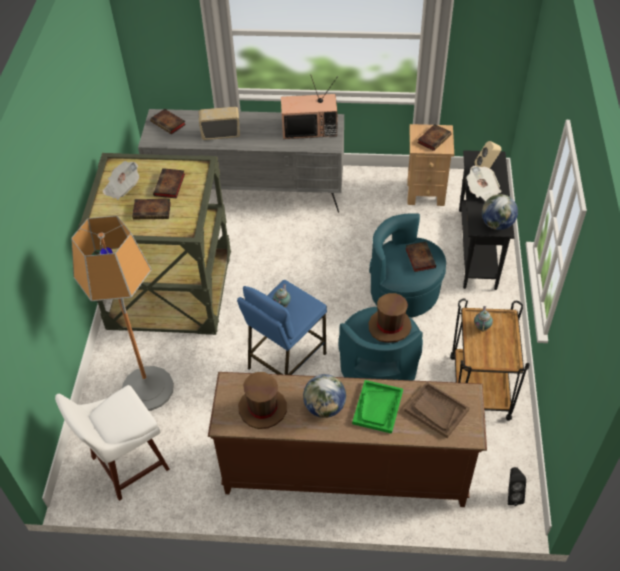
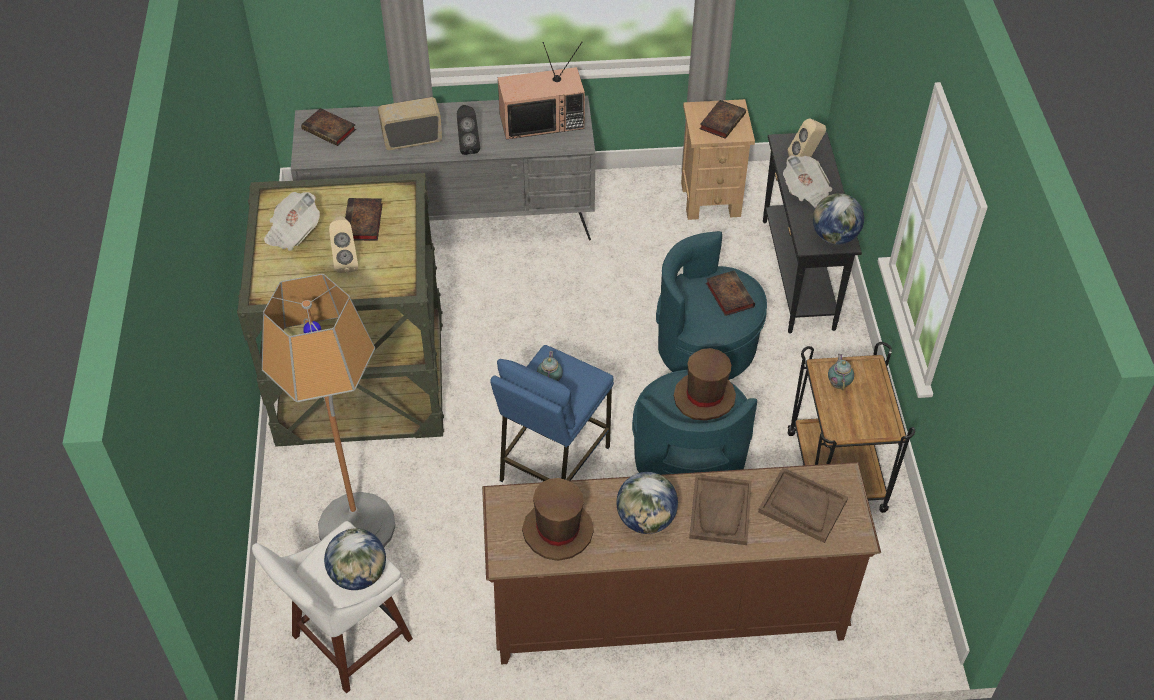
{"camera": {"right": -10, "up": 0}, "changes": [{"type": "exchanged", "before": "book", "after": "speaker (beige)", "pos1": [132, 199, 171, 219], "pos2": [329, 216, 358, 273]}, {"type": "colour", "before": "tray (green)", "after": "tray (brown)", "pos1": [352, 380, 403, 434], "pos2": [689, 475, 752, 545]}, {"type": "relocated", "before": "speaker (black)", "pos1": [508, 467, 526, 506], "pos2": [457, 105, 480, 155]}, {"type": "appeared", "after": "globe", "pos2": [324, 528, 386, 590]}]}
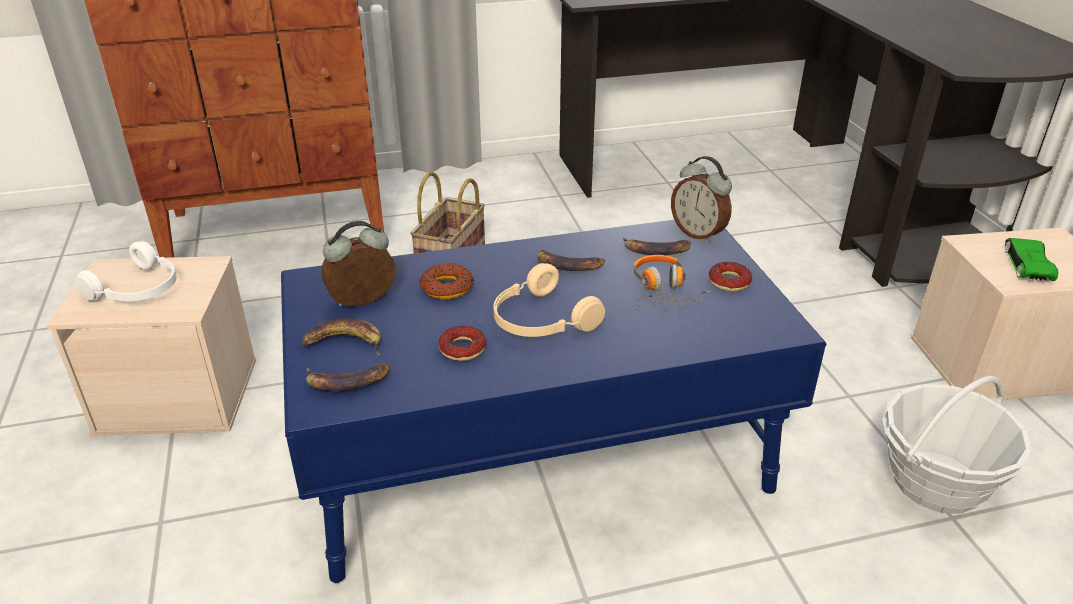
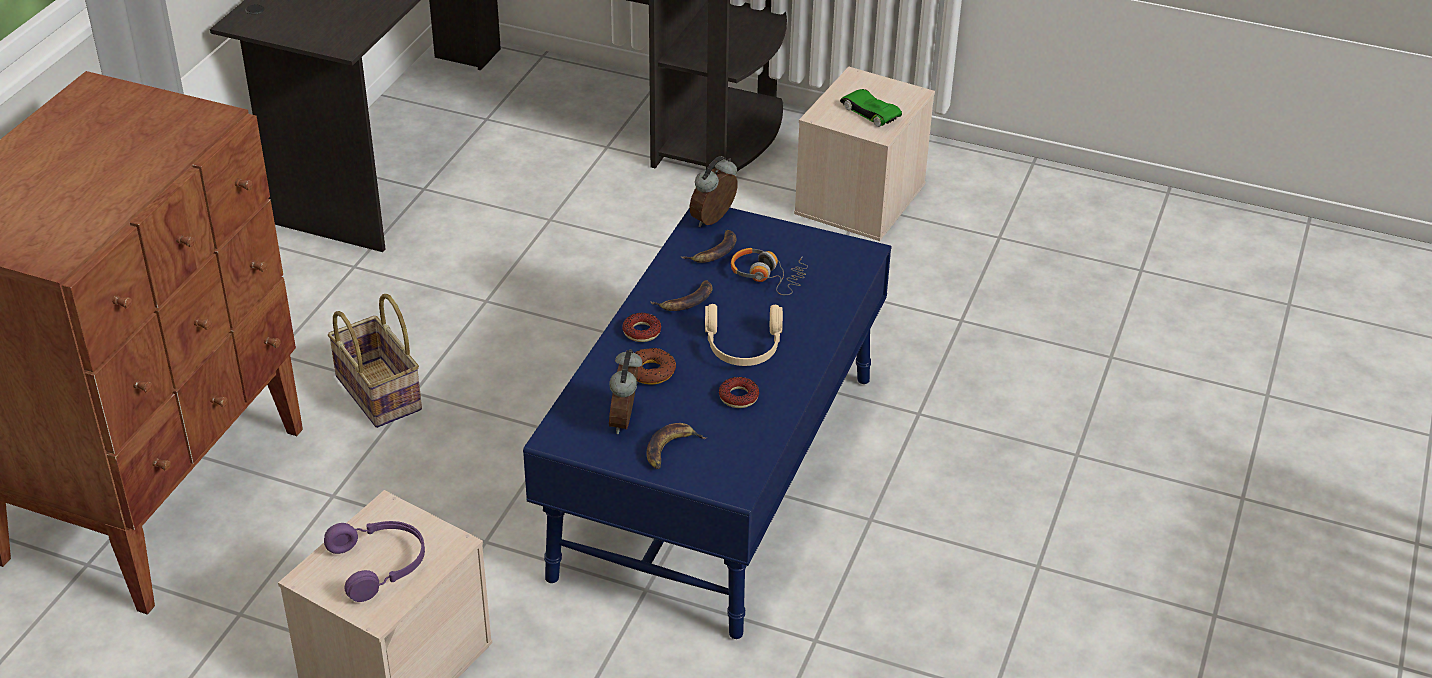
{"camera": {"right": -55, "up": 5}, "changes": [{"type": "colour", "before": "headphones (white)", "after": "headphones (purple)", "pos1": [74, 241, 177, 301], "pos2": [324, 521, 425, 602]}, {"type": "missing", "before": "banana", "pos1": [306, 363, 390, 391]}, {"type": "spun", "before": "alarm clock", "pos1": [671, 156, 732, 243], "pos2": [690, 156, 738, 227], "turn": 135}, {"type": "relocated", "before": "donut", "pos1": [709, 262, 752, 292], "pos2": [622, 313, 661, 342]}, {"type": "missing", "before": "basket", "pos1": [883, 376, 1032, 514]}]}
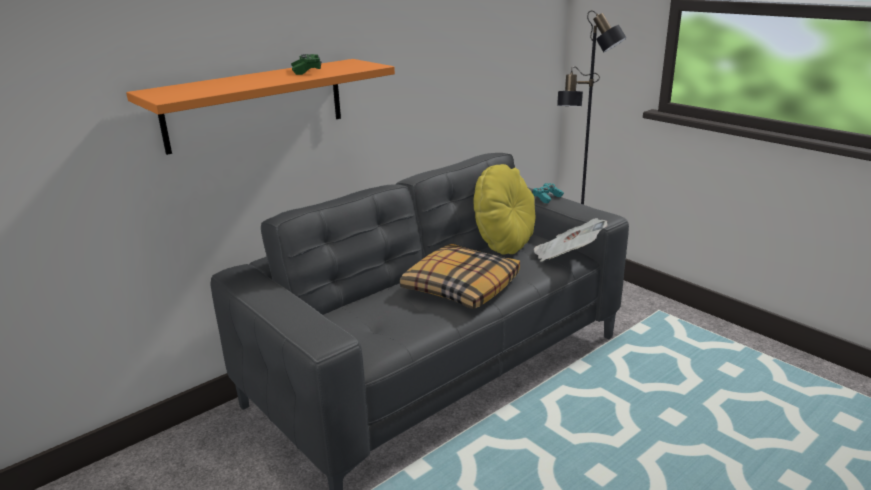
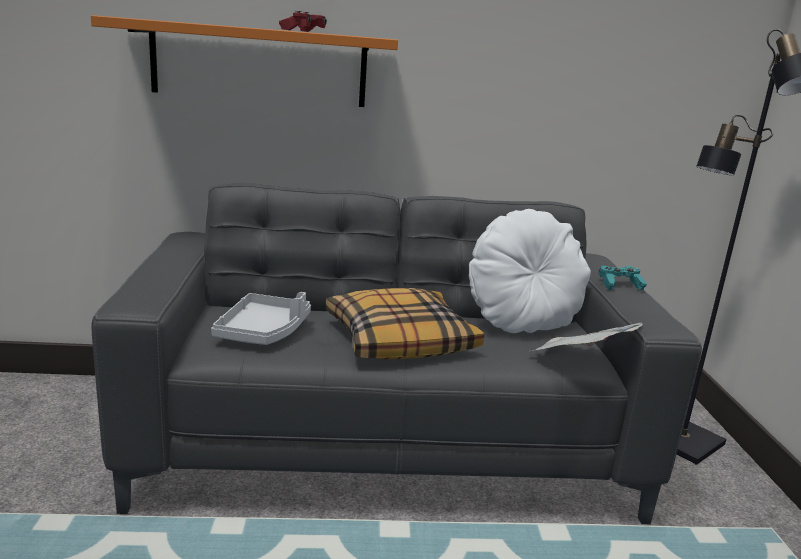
{"camera": {"right": 35, "up": -5}, "changes": [{"type": "colour", "before": "game controller (green)", "after": "game controller (red)", "pos1": [291, 54, 321, 75], "pos2": [279, 11, 327, 32]}, {"type": "colour", "before": "pillow (yellow)", "after": "pillow (white)", "pos1": [474, 164, 535, 255], "pos2": [469, 209, 591, 333]}, {"type": "appeared", "after": "tray (grey)", "pos2": [211, 292, 311, 345]}]}
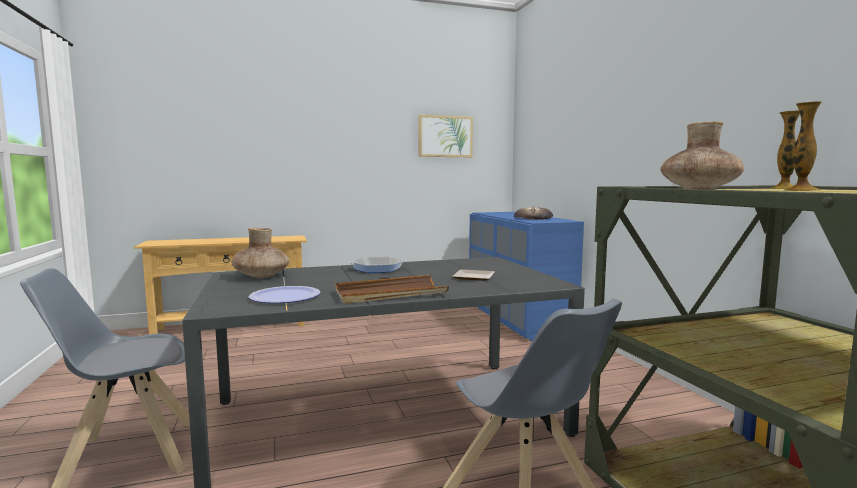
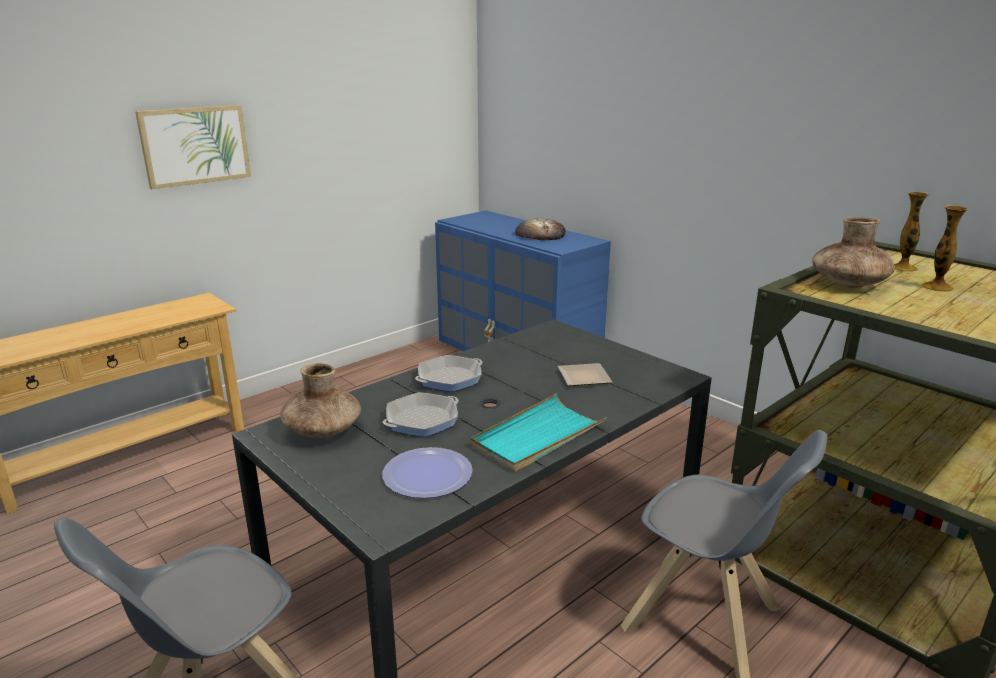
{"camera": {"right": -25, "up": 15}, "changes": [{"type": "colour", "before": "tray (brown)", "after": "tray (turquoise)", "pos1": [335, 275, 449, 304], "pos2": [471, 394, 607, 471]}, {"type": "relocated", "before": "picture", "pos1": [418, 115, 473, 157], "pos2": [135, 105, 251, 189]}, {"type": "appeared", "after": "frying pan", "pos2": [383, 392, 459, 437]}]}
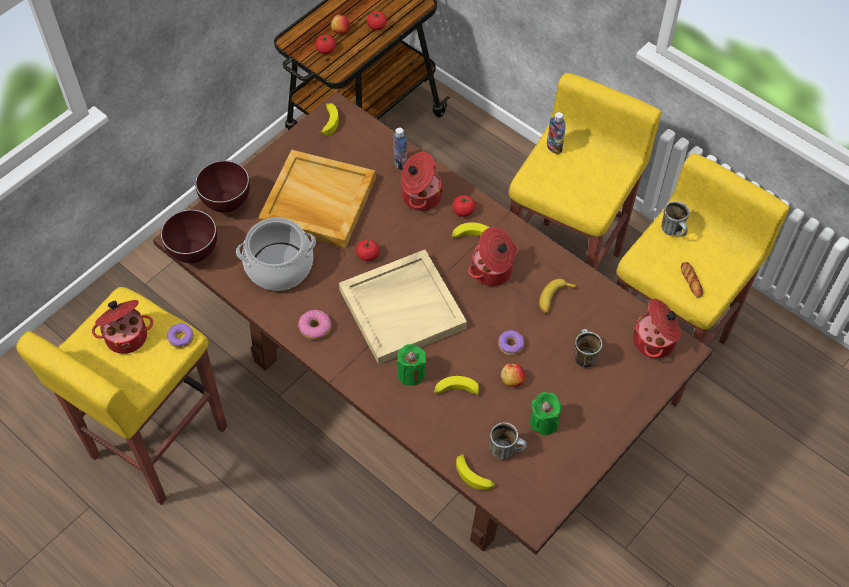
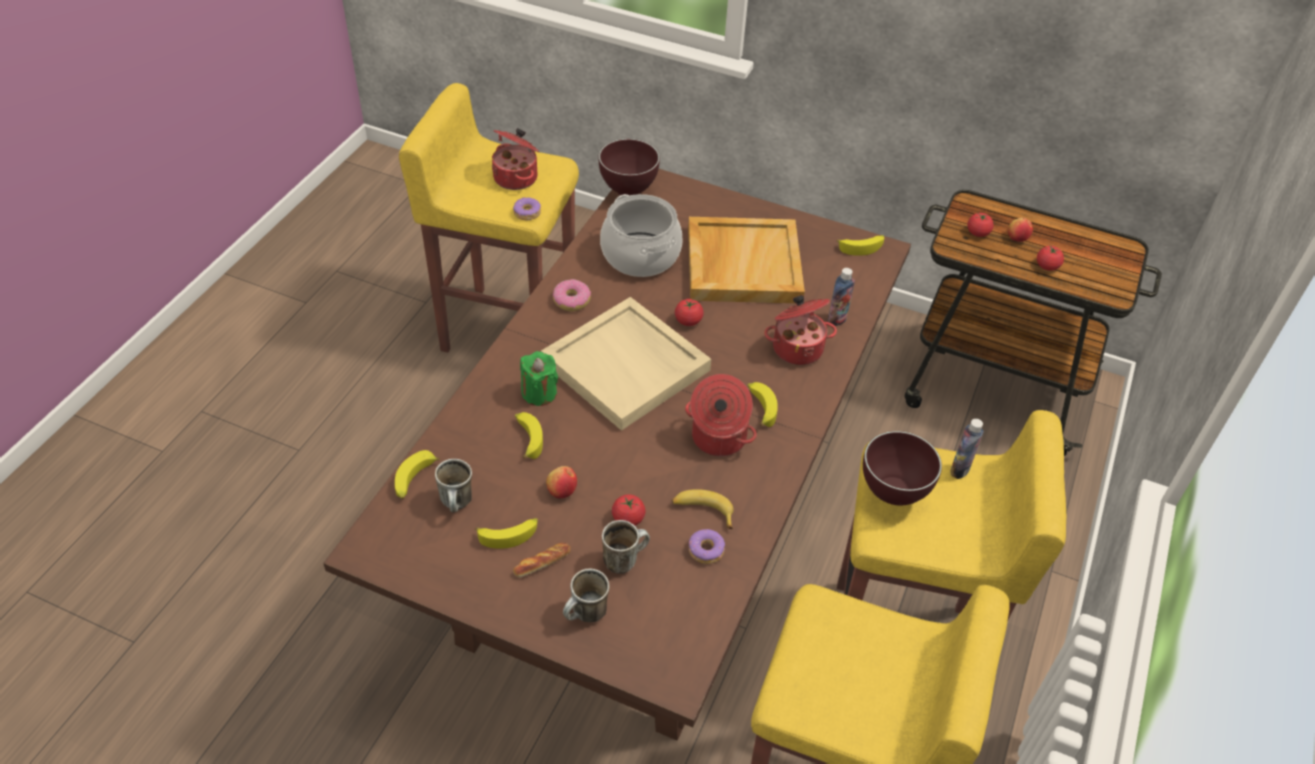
{"camera": {"right": 70, "up": -10}, "changes": [{"type": "relocated", "before": "bowl (brown)", "pos1": [195, 160, 250, 212], "pos2": [863, 431, 942, 506]}, {"type": "relocated", "before": "tomato", "pos1": [452, 195, 475, 217], "pos2": [612, 494, 645, 526]}, {"type": "relocated", "before": "donut", "pos1": [498, 330, 524, 355], "pos2": [689, 529, 725, 564]}, {"type": "exchanged", "before": "candle (green)", "after": "banana", "pos1": [530, 392, 561, 435], "pos2": [475, 518, 538, 549]}, {"type": "missing", "before": "cooking pot", "pos1": [633, 299, 681, 358]}, {"type": "relocated", "before": "mug", "pos1": [661, 201, 690, 237], "pos2": [563, 569, 610, 622]}, {"type": "relocated", "before": "bread", "pos1": [681, 262, 703, 298], "pos2": [513, 543, 571, 577]}]}
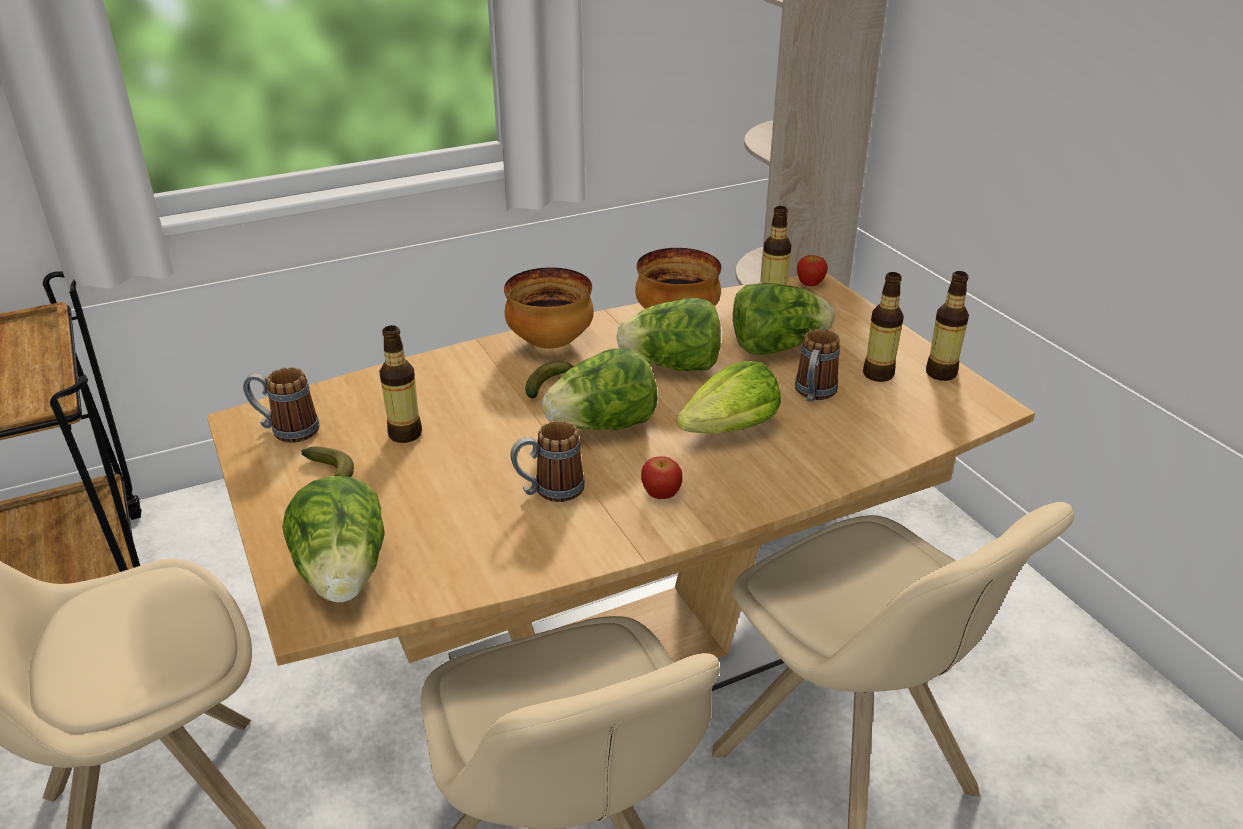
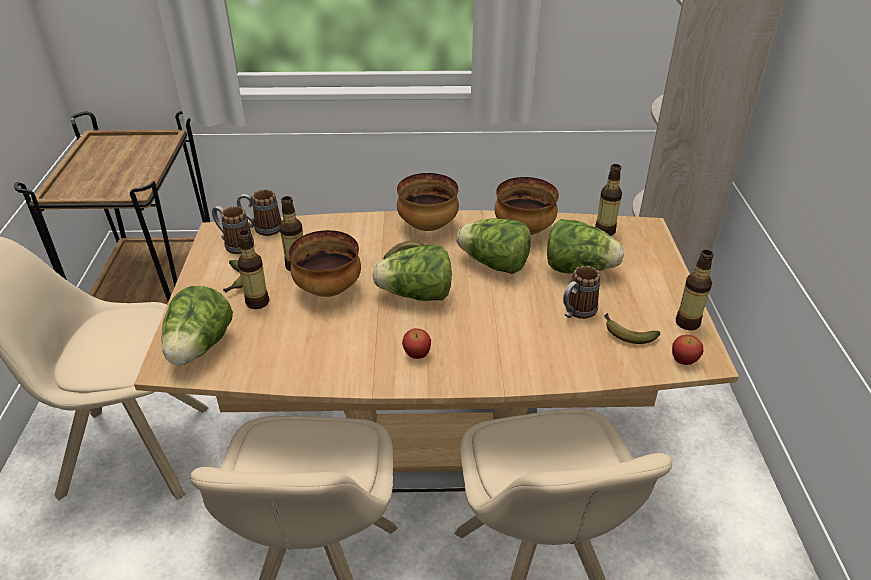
{"camera": {"right": 25, "up": 5}, "changes": [{"type": "relocated", "before": "mug", "pos1": [510, 420, 585, 502], "pos2": [237, 189, 282, 236]}, {"type": "missing", "before": "lettuce", "pos1": [677, 361, 781, 433]}, {"type": "relocated", "before": "apple", "pos1": [797, 255, 828, 286], "pos2": [672, 335, 703, 365]}, {"type": "relocated", "before": "bottle", "pos1": [863, 272, 904, 382], "pos2": [238, 230, 269, 309]}, {"type": "appeared", "after": "bowl", "pos2": [289, 230, 361, 297]}, {"type": "appeared", "after": "banana", "pos2": [604, 313, 660, 344]}]}
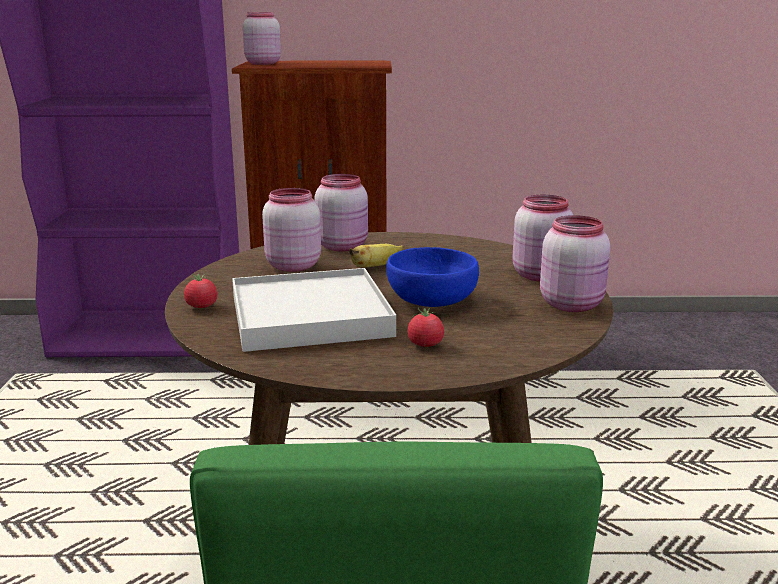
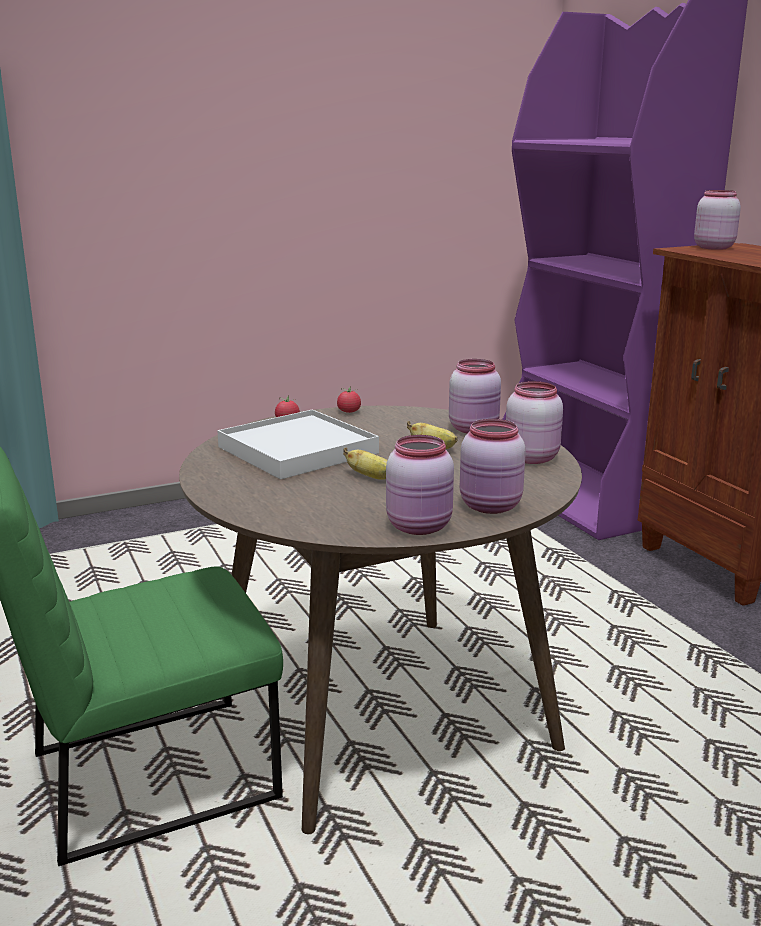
{"camera": {"right": 65, "up": 0}, "changes": [{"type": "relocated", "before": "jar (pink)", "pos1": [262, 188, 321, 272], "pos2": [506, 381, 563, 464]}, {"type": "exchanged", "before": "bowl (blue)", "after": "banana", "pos1": [386, 247, 479, 307], "pos2": [343, 448, 387, 480]}, {"type": "relocated", "before": "tomato", "pos1": [407, 307, 444, 347], "pos2": [337, 386, 361, 413]}]}
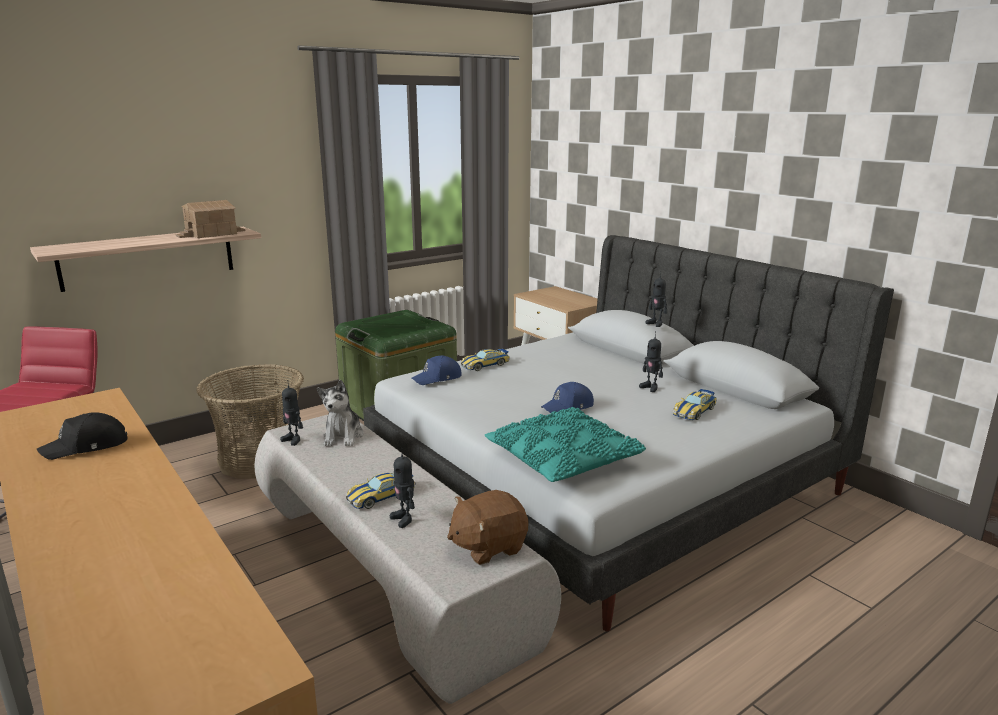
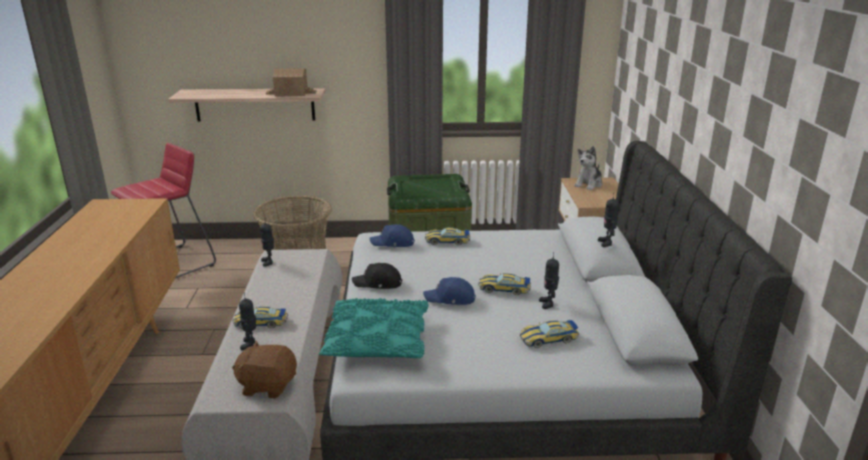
{"camera": {"right": 35, "up": 5}, "changes": [{"type": "relocated", "before": "cap (black)", "pos1": [37, 412, 127, 460], "pos2": [352, 263, 402, 289]}, {"type": "relocated", "before": "plush toy", "pos1": [317, 380, 364, 446], "pos2": [574, 146, 603, 190]}, {"type": "appeared", "after": "toy car", "pos2": [479, 273, 531, 295]}]}
